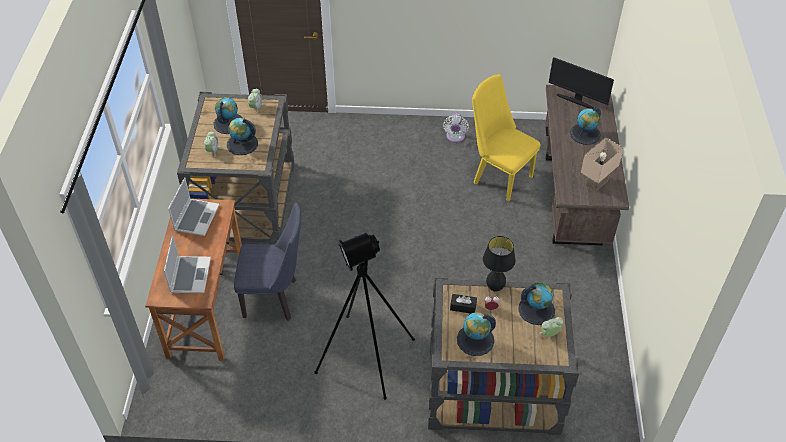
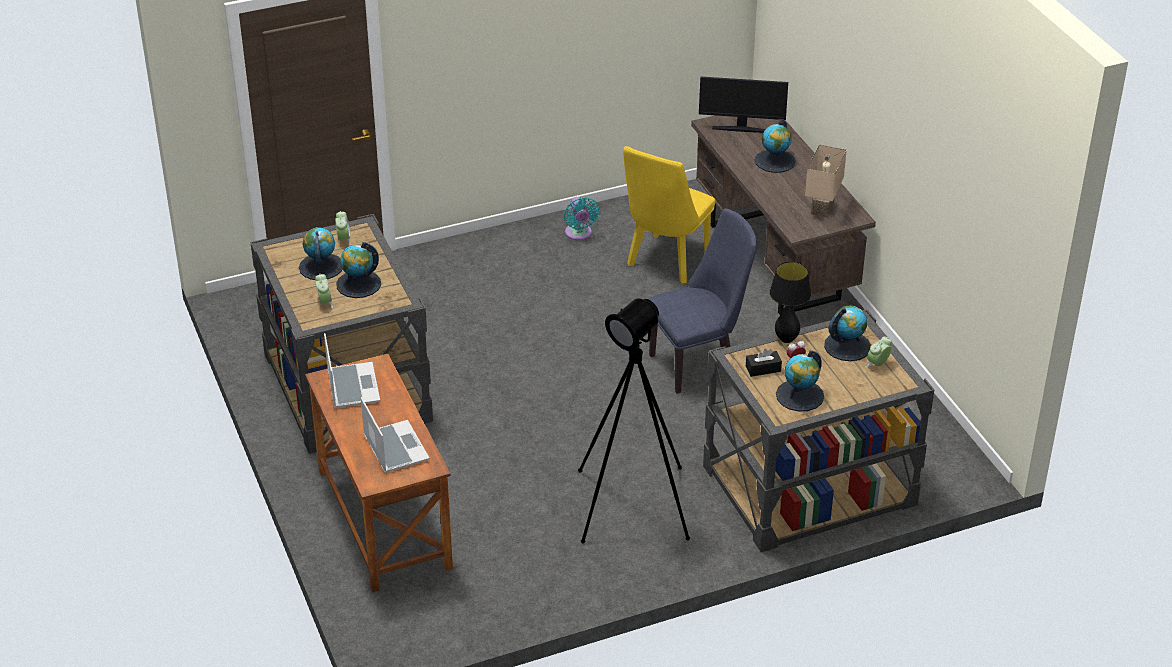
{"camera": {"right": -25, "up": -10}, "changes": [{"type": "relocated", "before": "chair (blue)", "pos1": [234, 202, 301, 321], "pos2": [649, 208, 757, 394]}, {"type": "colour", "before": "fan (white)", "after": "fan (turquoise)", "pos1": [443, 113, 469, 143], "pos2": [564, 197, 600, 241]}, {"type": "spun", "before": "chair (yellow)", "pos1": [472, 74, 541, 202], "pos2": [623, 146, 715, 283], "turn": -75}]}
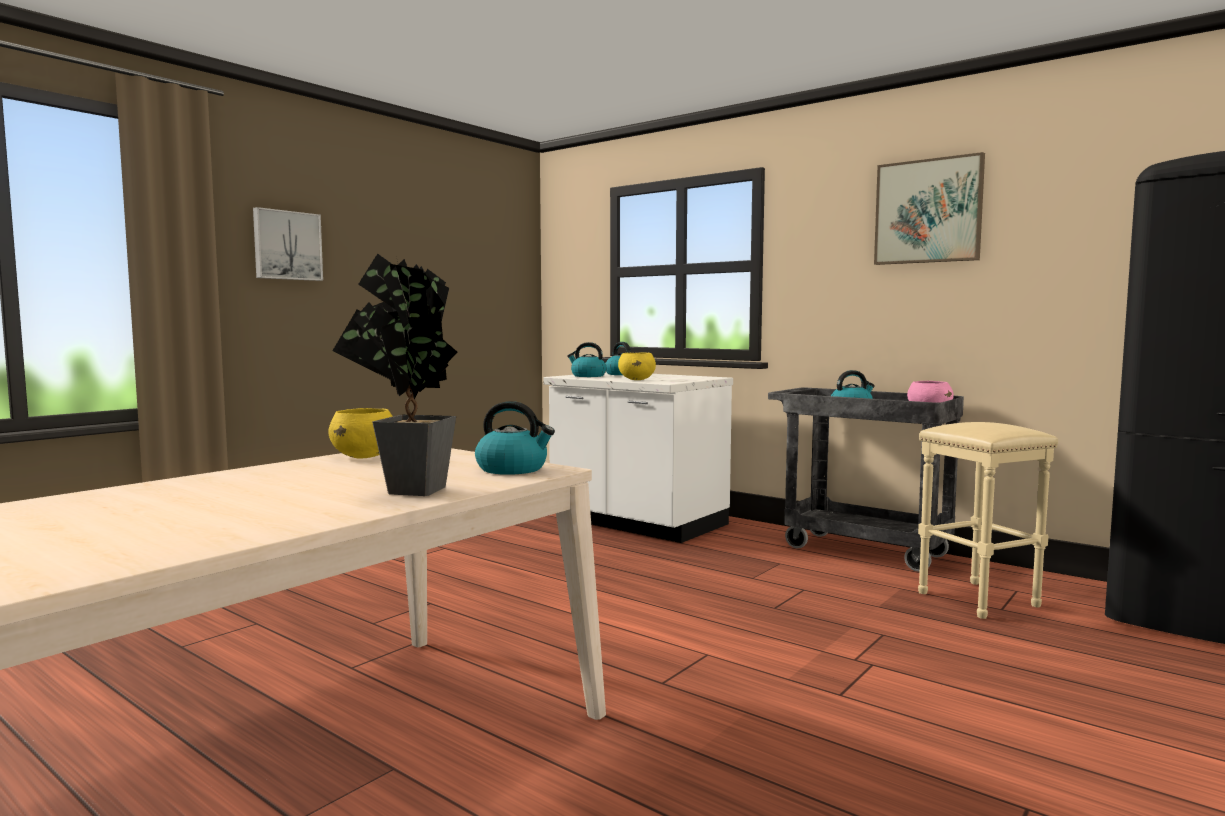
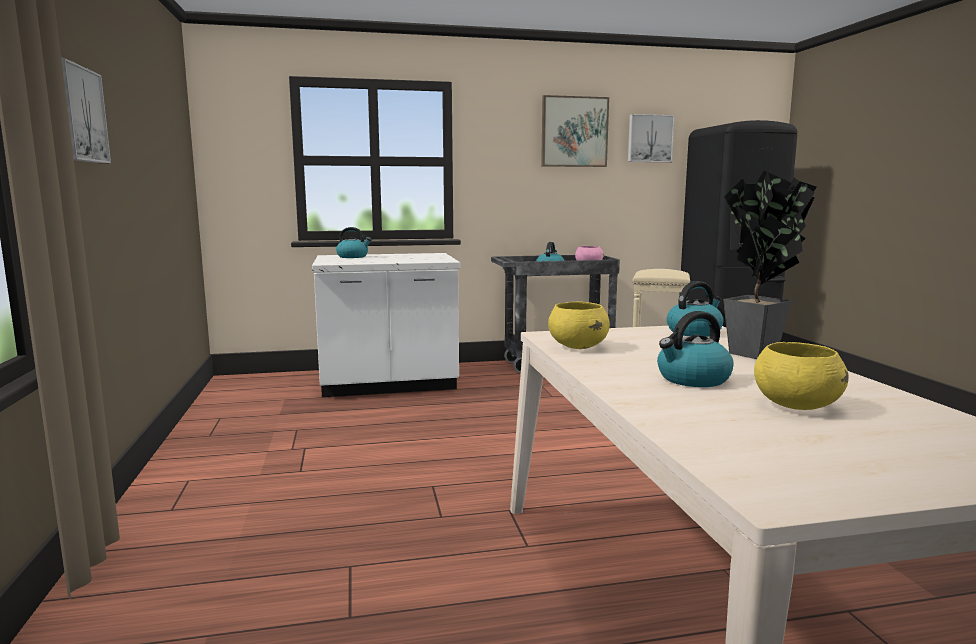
{"camera": {"right": -50, "up": 5}, "changes": [{"type": "relocated", "before": "kettle", "pos1": [567, 342, 606, 377], "pos2": [657, 311, 734, 387]}, {"type": "relocated", "before": "bowl (yellow)", "pos1": [618, 352, 656, 380], "pos2": [754, 342, 849, 410]}, {"type": "appeared", "after": "picture", "pos2": [628, 114, 675, 162]}]}
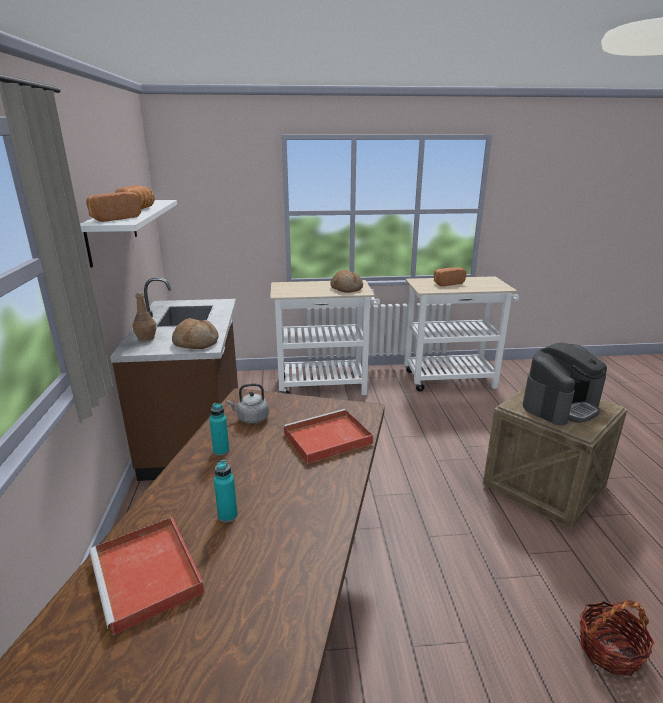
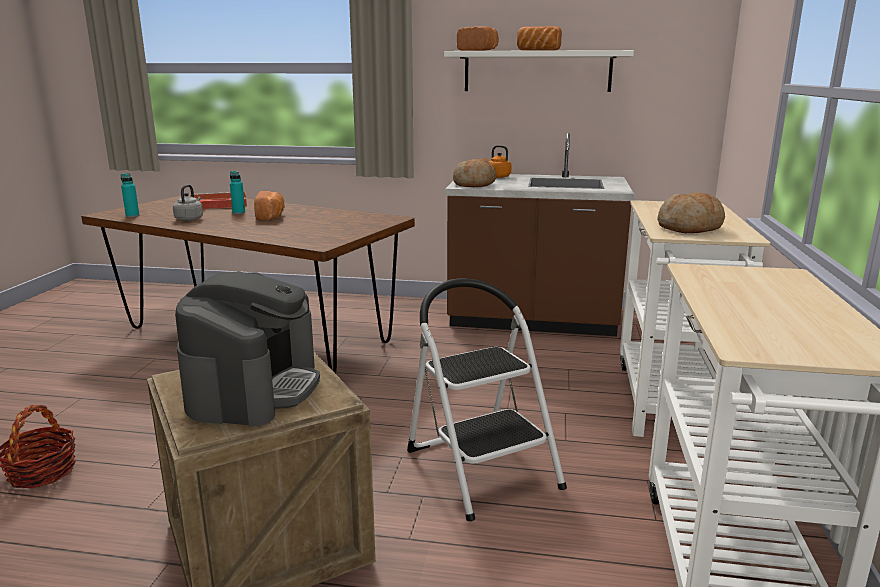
{"camera": {"right": 105, "up": -5}, "changes": [{"type": "exchanged", "before": "bottle (brown)", "after": "kettle (orange)", "pos1": [133, 293, 157, 341], "pos2": [484, 145, 512, 178]}, {"type": "relocated", "before": "bottle (turquoise)", "pos1": [209, 403, 229, 456], "pos2": [121, 173, 139, 217]}, {"type": "relocated", "before": "kettle (grey)", "pos1": [227, 383, 269, 424], "pos2": [173, 185, 203, 221]}, {"type": "missing", "before": "tray (red)", "pos1": [283, 409, 373, 464]}, {"type": "relocated", "before": "bread", "pos1": [434, 267, 466, 286], "pos2": [254, 191, 284, 221]}, {"type": "spun", "before": "coffee machine", "pos1": [522, 342, 607, 425], "pos2": [175, 272, 320, 426], "turn": -150}, {"type": "appeared", "after": "step ladder", "pos2": [407, 278, 567, 521]}]}
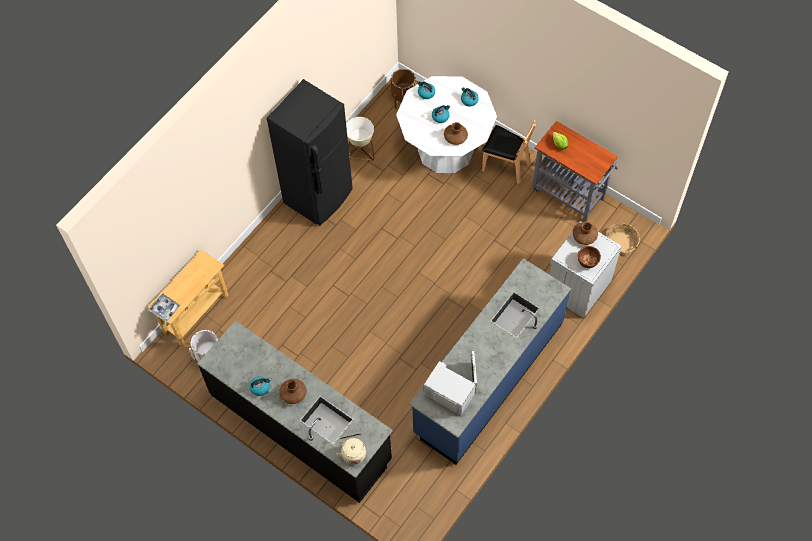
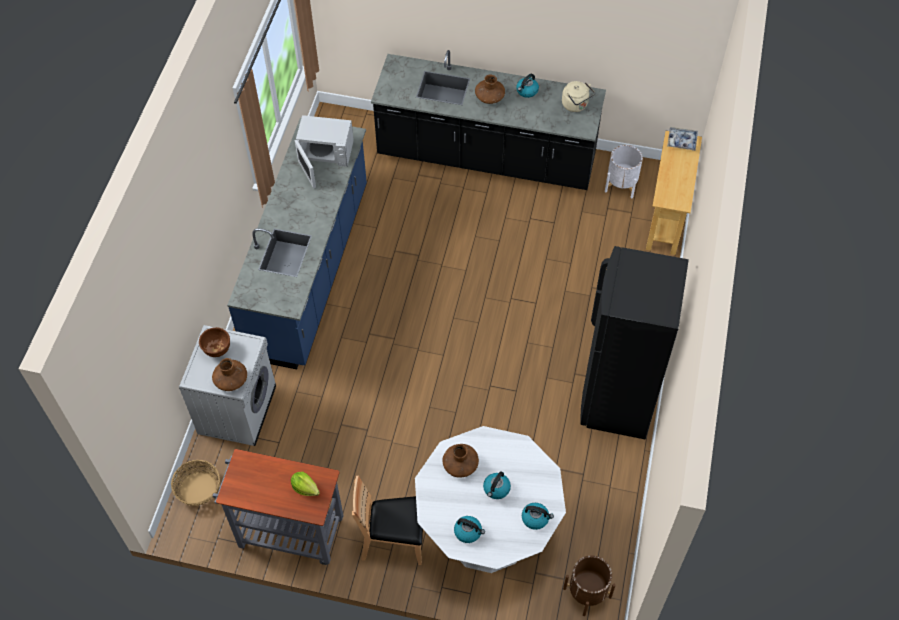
{"camera": {"right": 155, "up": -5}, "changes": [{"type": "relocated", "before": "kettle (beige)", "pos1": [336, 433, 366, 465], "pos2": [562, 81, 595, 112]}, {"type": "missing", "before": "planter", "pos1": [346, 117, 374, 160]}]}
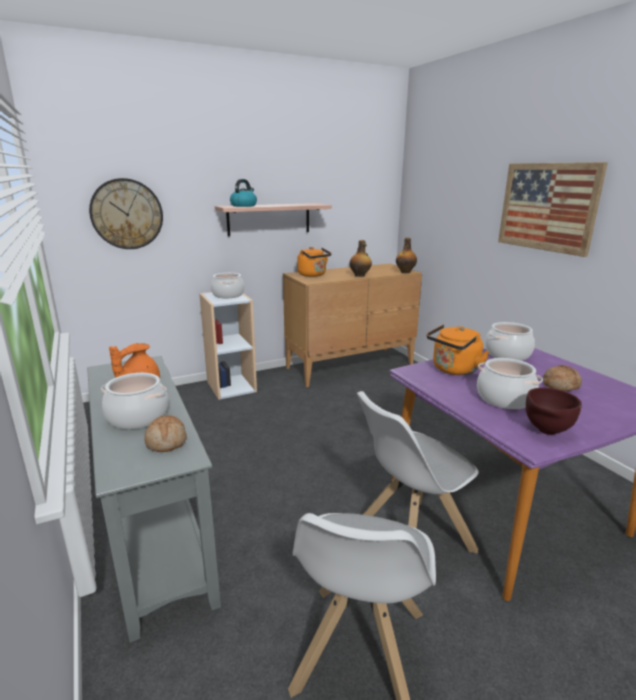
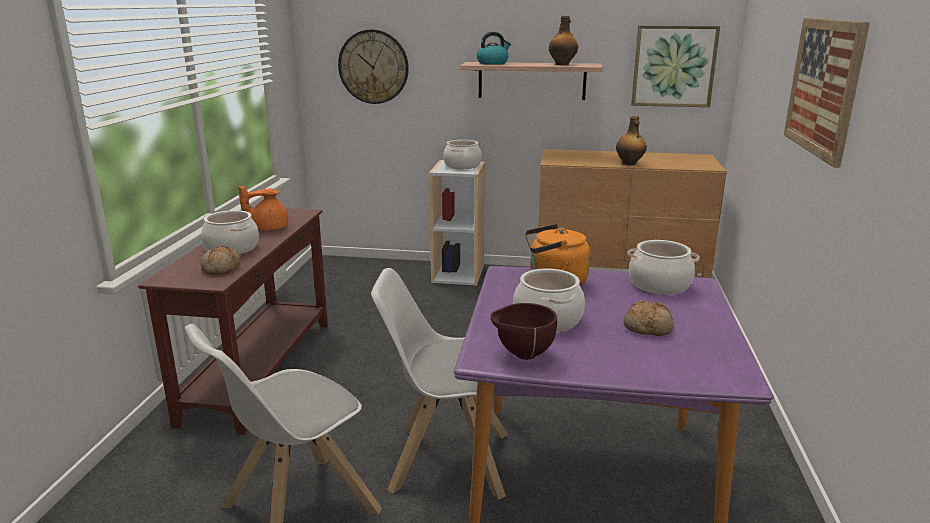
{"camera": {"right": 35, "up": 0}, "changes": [{"type": "colour", "before": "console table (grey)", "after": "console table (brown)", "pos1": [87, 356, 221, 643], "pos2": [138, 208, 328, 435]}, {"type": "missing", "before": "kettle (orange)", "pos1": [297, 247, 331, 277]}, {"type": "relocated", "before": "bottle", "pos1": [396, 238, 417, 273], "pos2": [549, 16, 578, 65]}, {"type": "appeared", "after": "picture", "pos2": [631, 25, 720, 107]}]}
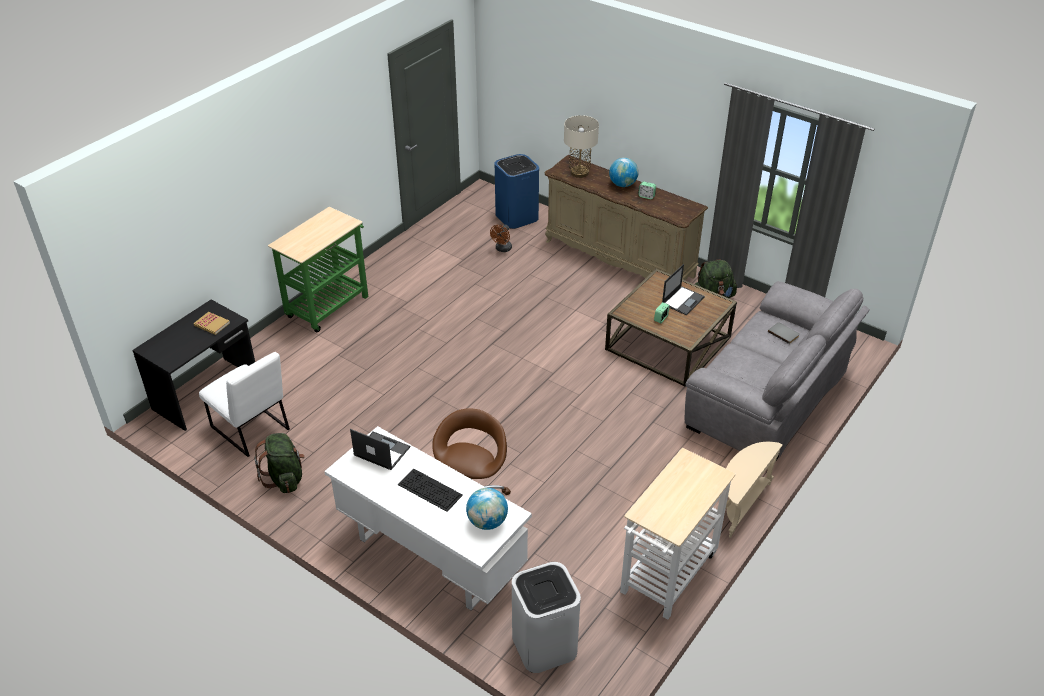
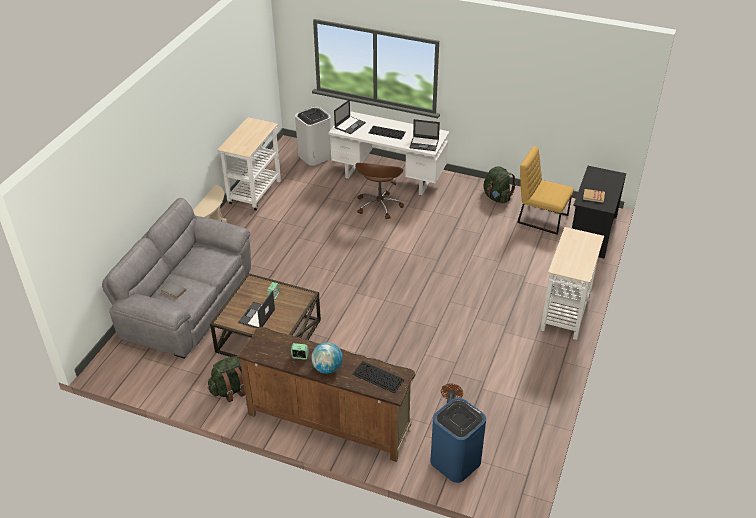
{"camera": {"right": 165, "up": 0}, "changes": [{"type": "colour", "before": "chair (white)", "after": "chair (yellow)", "pos1": [199, 352, 290, 457], "pos2": [517, 146, 574, 235]}, {"type": "colour", "before": "cart (green)", "after": "cart (white)", "pos1": [268, 207, 368, 332], "pos2": [540, 227, 604, 340]}, {"type": "exchanged", "before": "globe", "after": "laptop", "pos1": [466, 488, 508, 530], "pos2": [334, 99, 366, 134]}, {"type": "exchanged", "before": "table lamp", "after": "keyboard", "pos1": [564, 115, 599, 178], "pos2": [352, 361, 405, 393]}]}
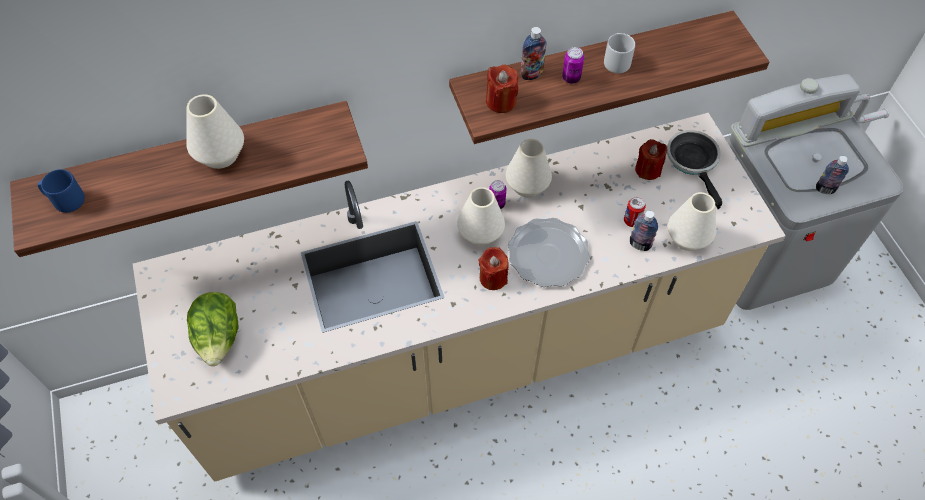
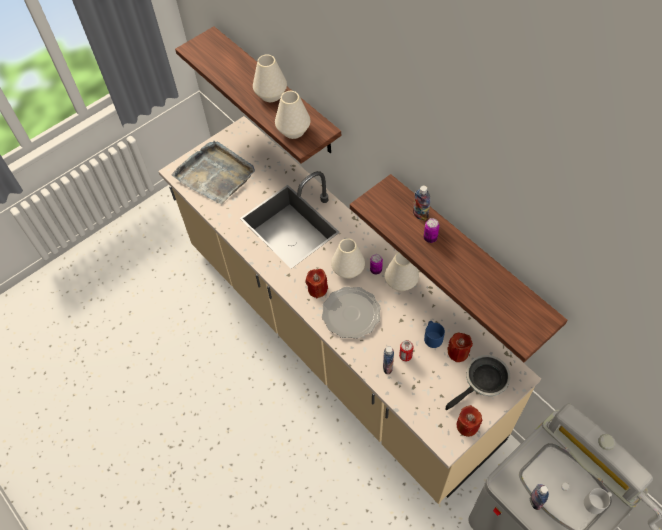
{"camera": {"right": 70, "up": 0}, "changes": [{"type": "relocated", "before": "mug (blue)", "pos1": [38, 169, 85, 213], "pos2": [424, 321, 445, 348]}, {"type": "exchanged", "before": "lettuce", "after": "tray (grey)", "pos1": [187, 292, 239, 366], "pos2": [172, 140, 255, 204]}, {"type": "relocated", "before": "candle (red)", "pos1": [486, 64, 518, 113], "pos2": [457, 405, 482, 437]}, {"type": "relocated", "before": "mug (grey)", "pos1": [604, 33, 635, 73], "pos2": [584, 488, 612, 514]}, {"type": "relocated", "before": "vase (white)", "pos1": [668, 192, 716, 251], "pos2": [275, 91, 310, 139]}]}
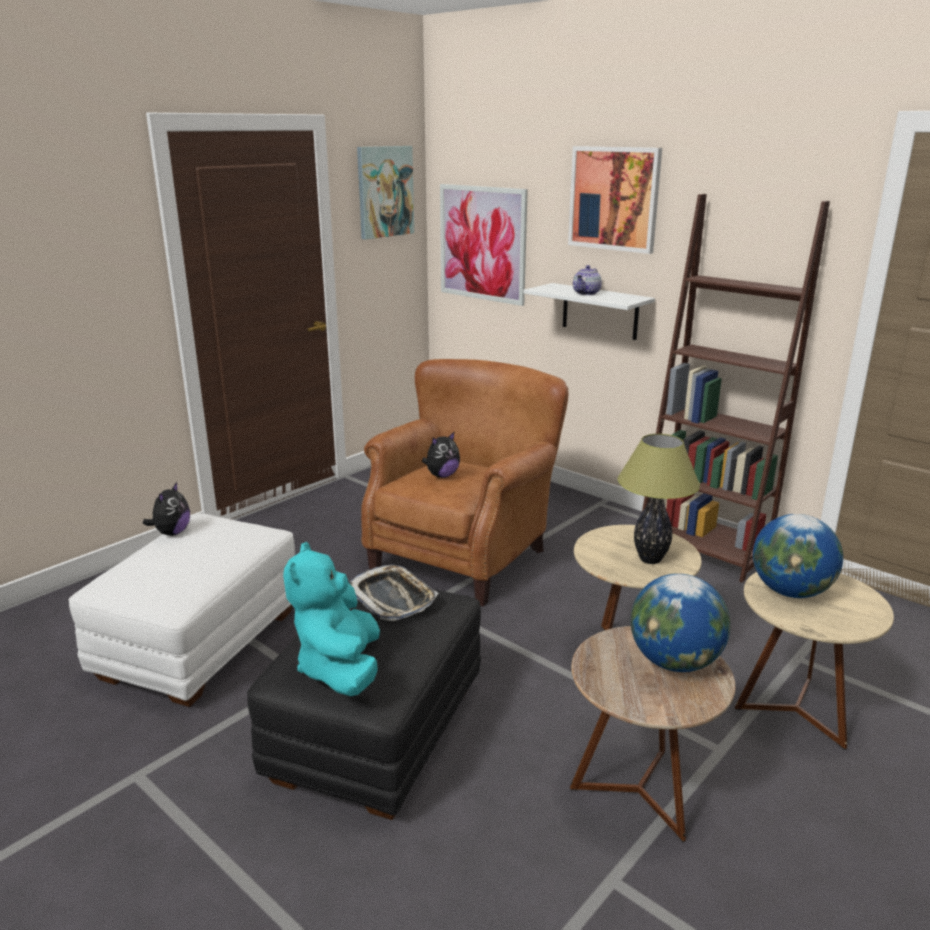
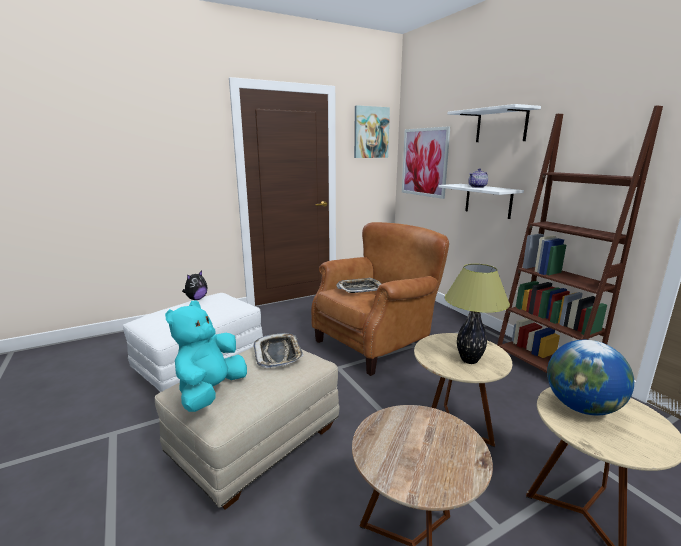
{"camera": {"right": 20, "up": -5}, "changes": [{"type": "colour", "before": "ottoman (black)", "after": "ottoman (beige)", "pos1": [247, 580, 481, 820], "pos2": [155, 347, 340, 510]}, {"type": "exchanged", "before": "plush toy", "after": "tray", "pos1": [422, 432, 460, 478], "pos2": [336, 278, 381, 293]}, {"type": "exchanged", "before": "picture", "after": "shelf (white)", "pos1": [568, 146, 662, 254], "pos2": [448, 104, 541, 142]}, {"type": "missing", "before": "globe", "pos1": [630, 574, 731, 672]}]}
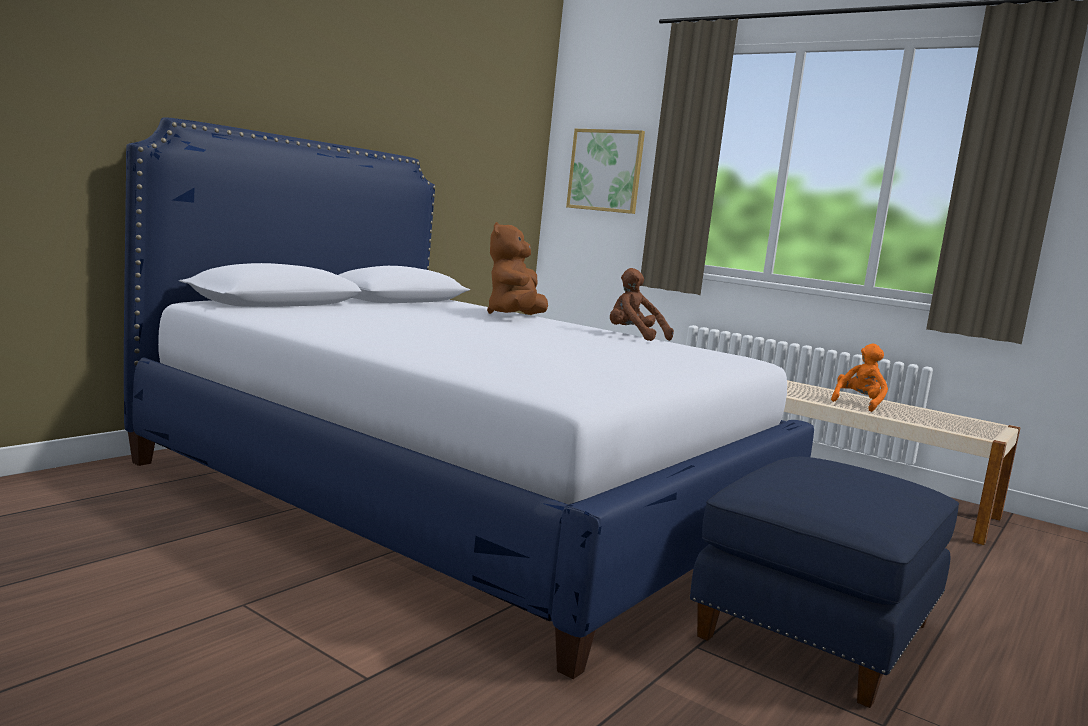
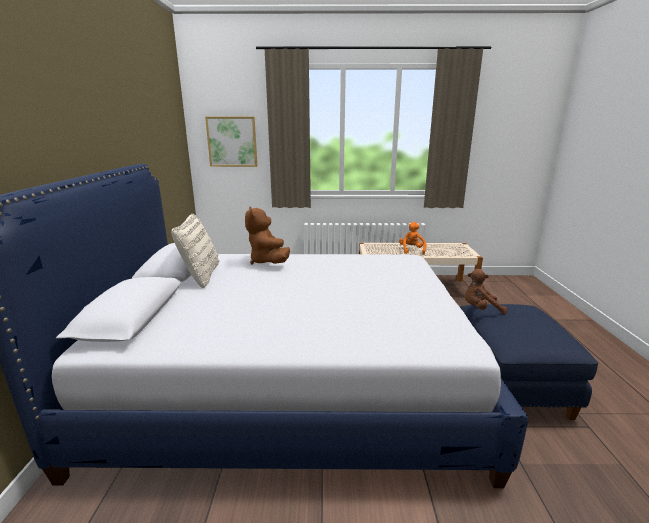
{"camera": {"right": -35, "up": 10}, "changes": [{"type": "relocated", "before": "plush toy (brown)", "pos1": [610, 268, 674, 341], "pos2": [465, 269, 507, 315]}, {"type": "appeared", "after": "pillow (beige)", "pos2": [171, 214, 220, 288]}]}
